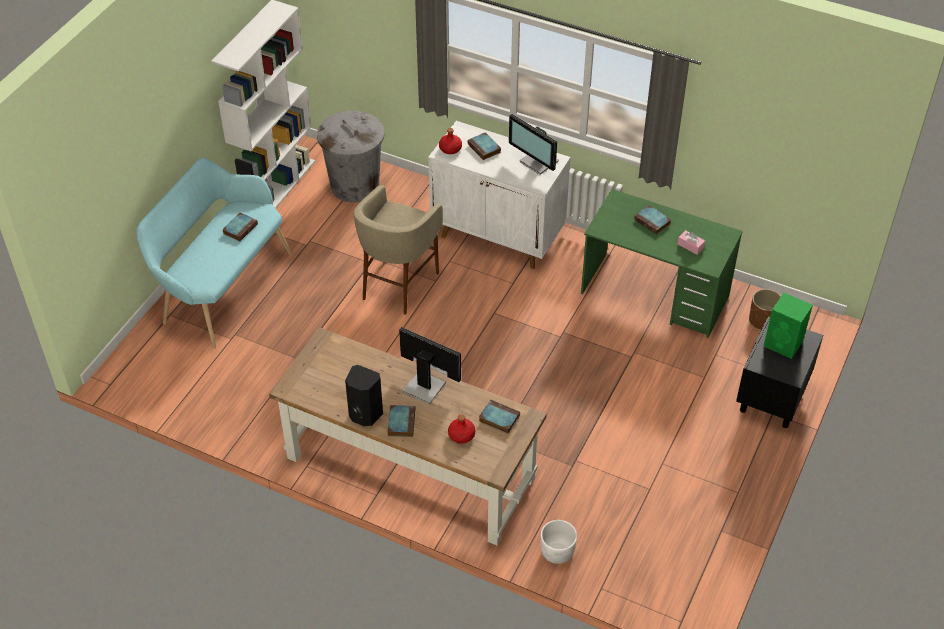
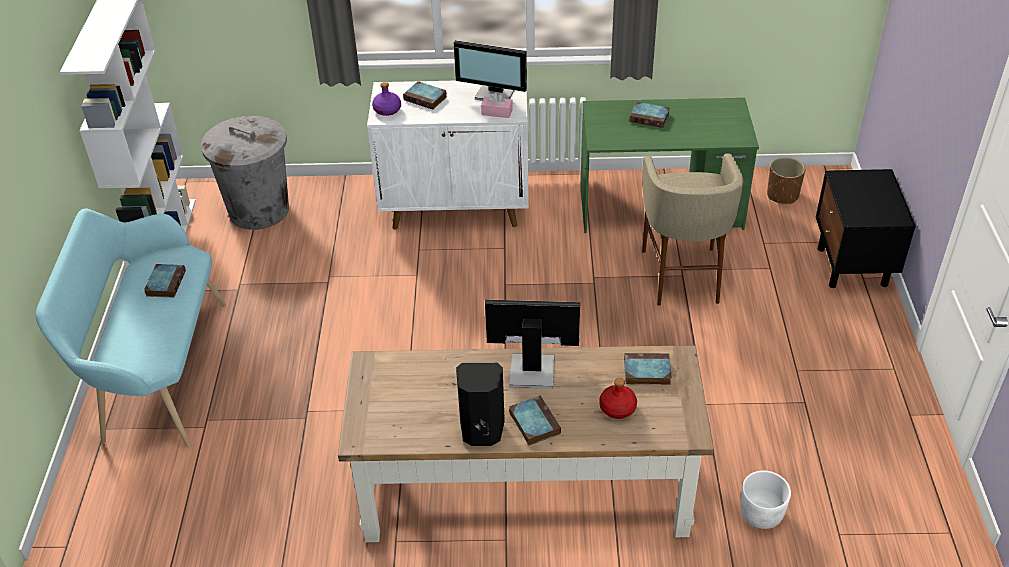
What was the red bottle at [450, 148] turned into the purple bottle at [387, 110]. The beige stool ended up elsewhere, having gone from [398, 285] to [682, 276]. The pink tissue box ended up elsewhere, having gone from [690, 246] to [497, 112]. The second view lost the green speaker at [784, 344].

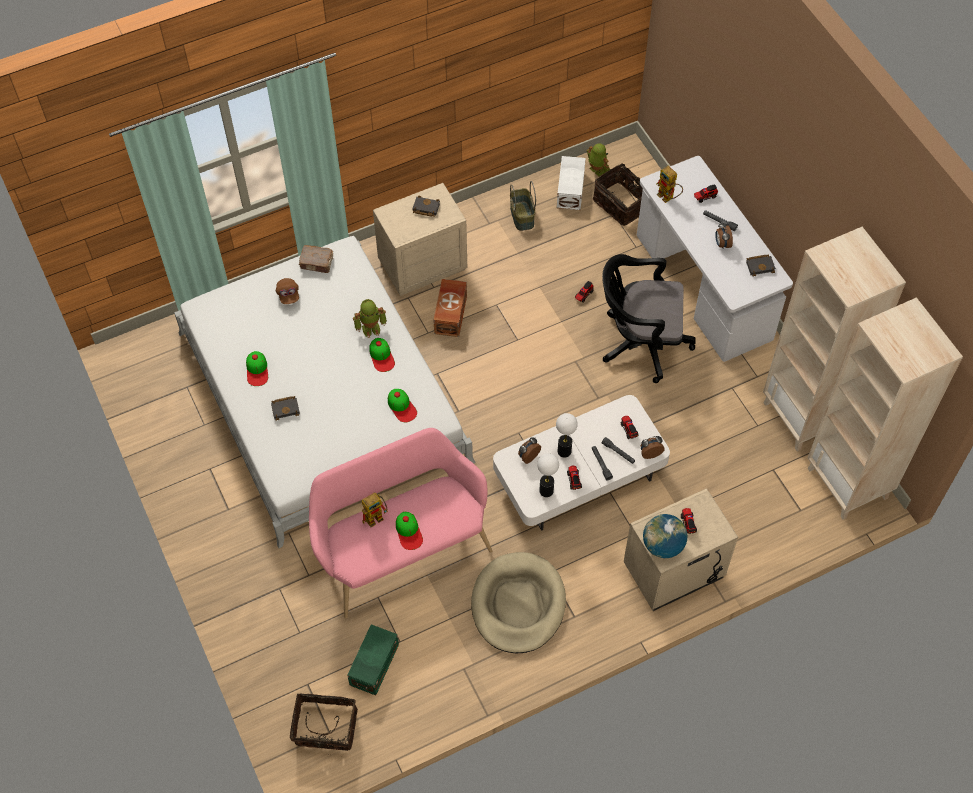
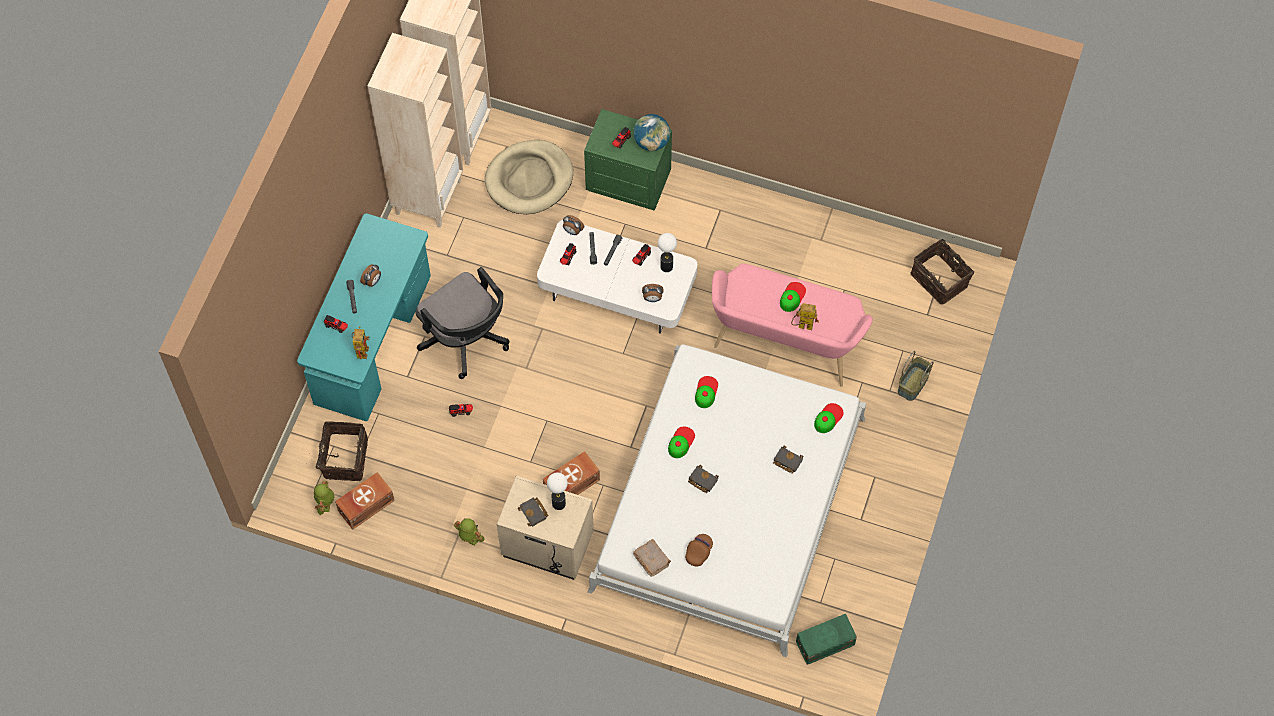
What was the white storage box at [571, 190] turned into the brown storage box at [365, 505]. What was the white desk at [703, 287] turned into the turquoise desk at [372, 339]. The basket ended up elsewhere, having gone from [521, 216] to [913, 384]. The black book ended up elsewhere, having gone from [760, 266] to [702, 480]. The toy robot ended up elsewhere, having gone from [371, 327] to [469, 538]. The cap ended up elsewhere, having gone from [257, 370] to [828, 418]. The table lamp ended up elsewhere, having gone from [564, 451] to [558, 503]. What was the beige nightstand at [674, 572] turned into the green nightstand at [629, 181]. The beige dog bed ended up elsewhere, having gone from [518, 604] to [529, 179]. The green storage box ended up elsewhere, having gone from [373, 665] to [826, 644].

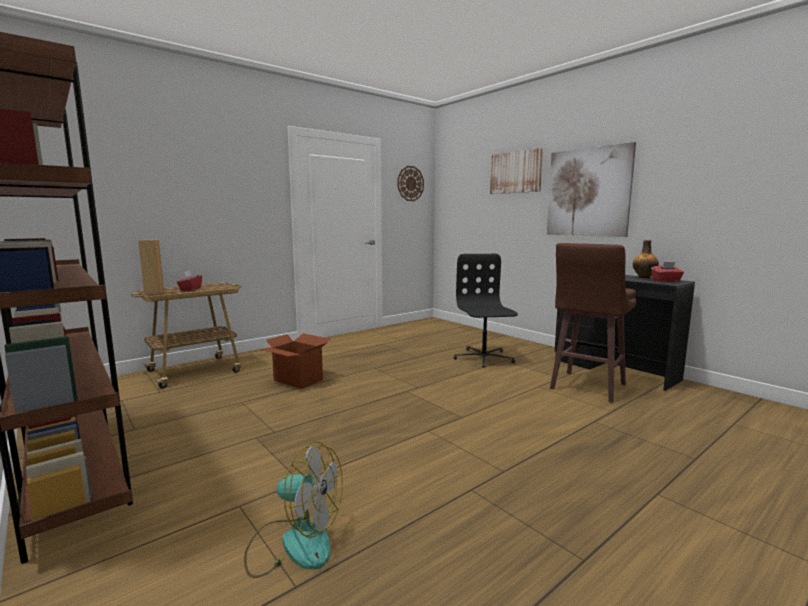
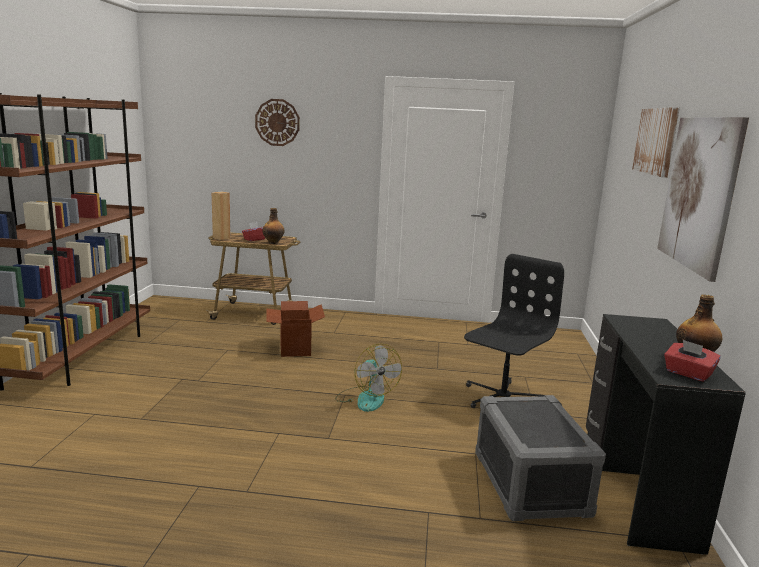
The wall clock ended up elsewhere, having gone from [410, 183] to [277, 122]. Where the brown stool stood at [586, 387], the grey storage box came to stand at [529, 483]. The fan ended up elsewhere, having gone from [294, 543] to [366, 398]. The second view gained the bottle at [273, 242].

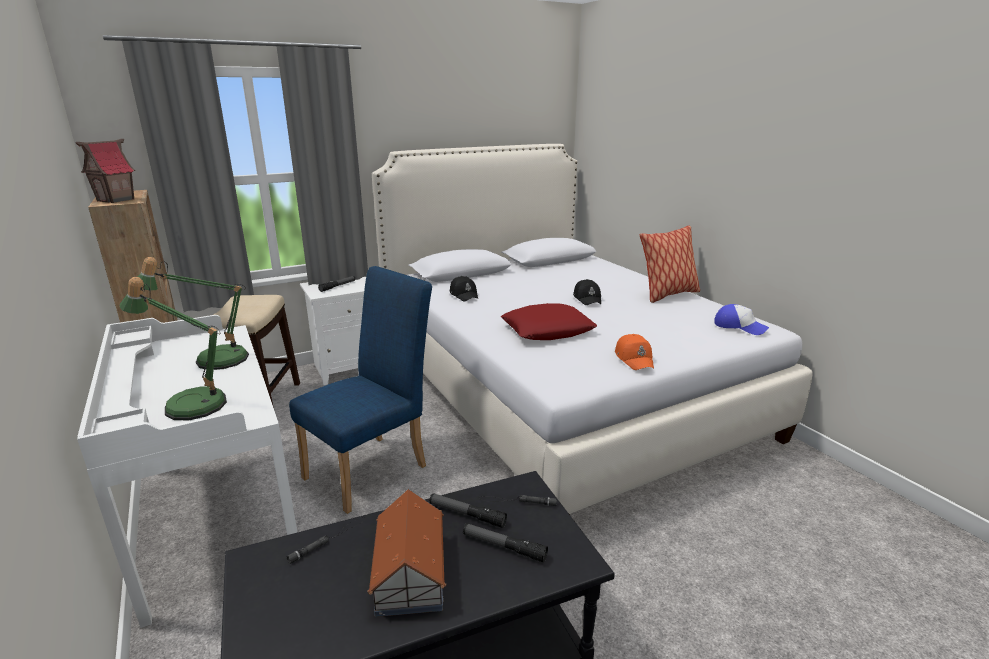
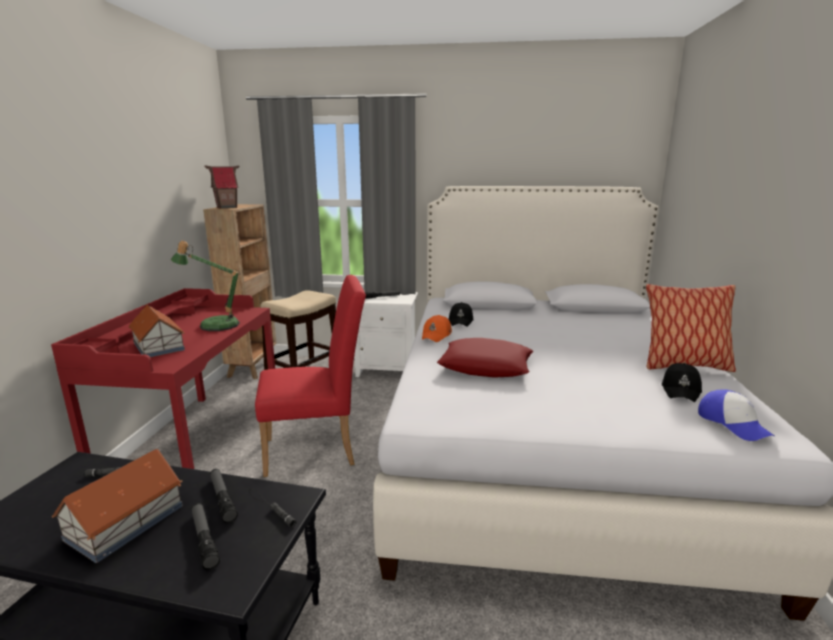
What was the blue chair at [373, 467] turned into the red chair at [318, 450]. Where the table lamp stood at [189, 403], the toy house came to stand at [158, 346]. The black cap ended up elsewhere, having gone from [587, 299] to [681, 390]. What was the white desk at [214, 514] turned into the red desk at [197, 441]. The orange cap ended up elsewhere, having gone from [634, 359] to [437, 335].

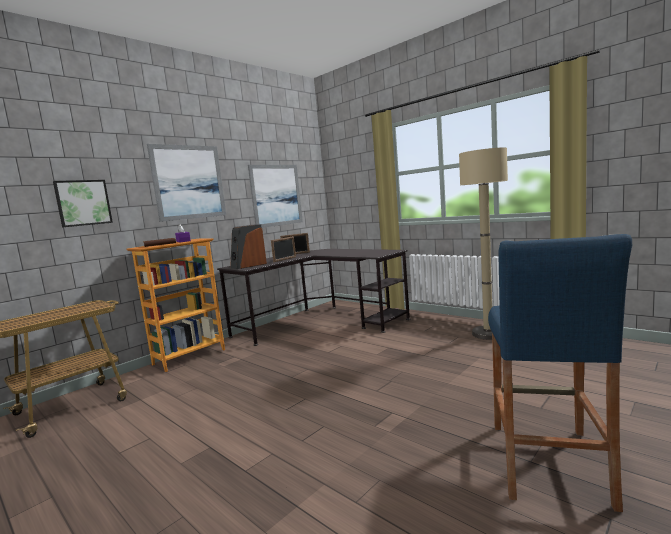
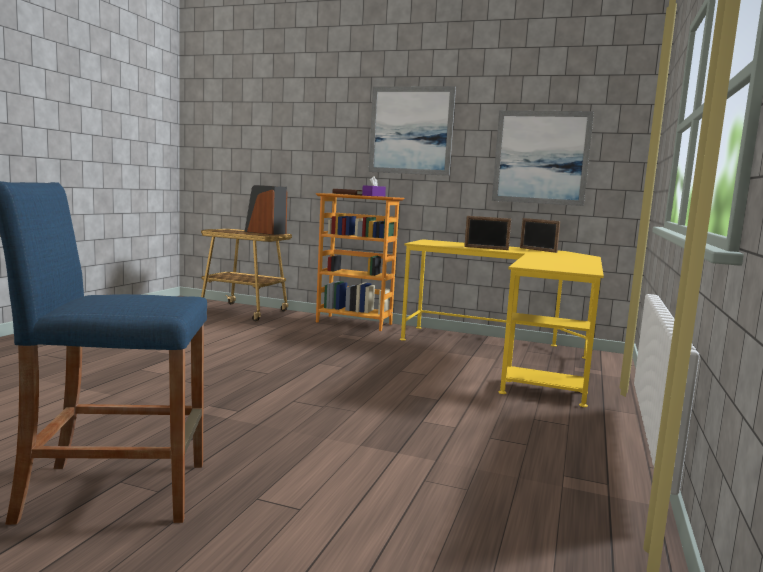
The second view lost the beige floor lamp at [488, 334]. The second view lost the picture at [83, 203]. The speaker ended up elsewhere, having gone from [248, 265] to [265, 232]. What was the black desk at [319, 322] turned into the yellow desk at [509, 356].

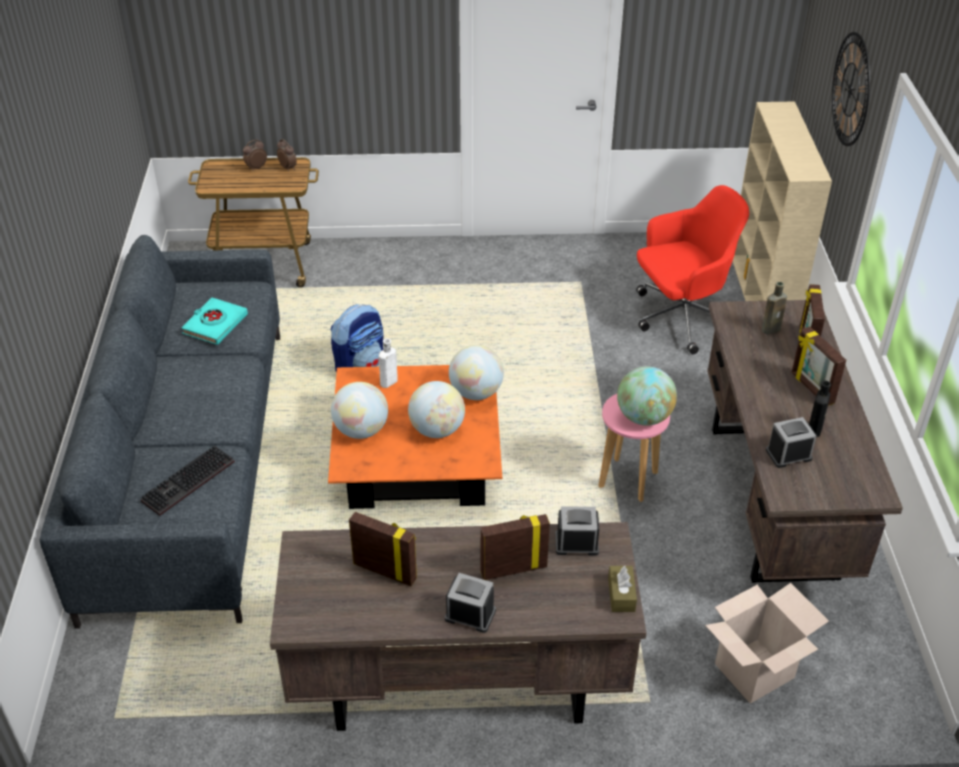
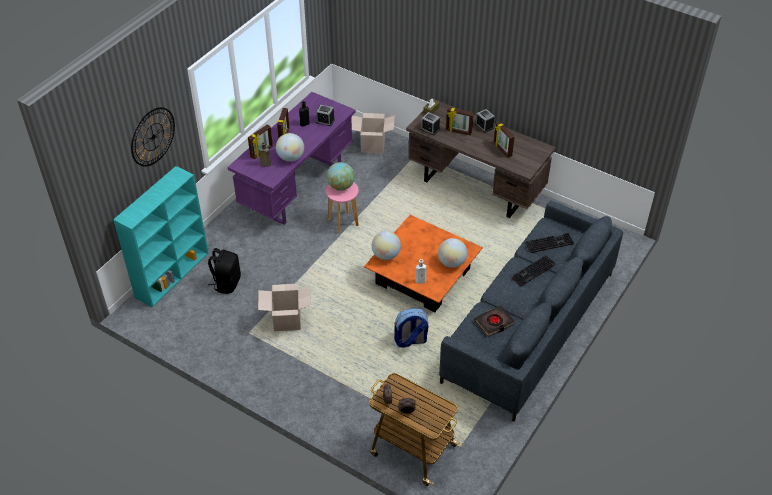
What was the beige bookcase at [762, 296] turned into the turquoise bookcase at [172, 274]. Where the red office chair stood at [681, 318], the black backpack came to stand at [227, 283]. What was the turquoise book at [215, 324] turned into the black book at [494, 323]. What was the brown desk at [774, 501] turned into the purple desk at [297, 187]. The globe ended up elsewhere, having gone from [437, 430] to [291, 158]. The second view gained the keyboard at [533, 272]. The second view gained the cardboard box at [287, 321].

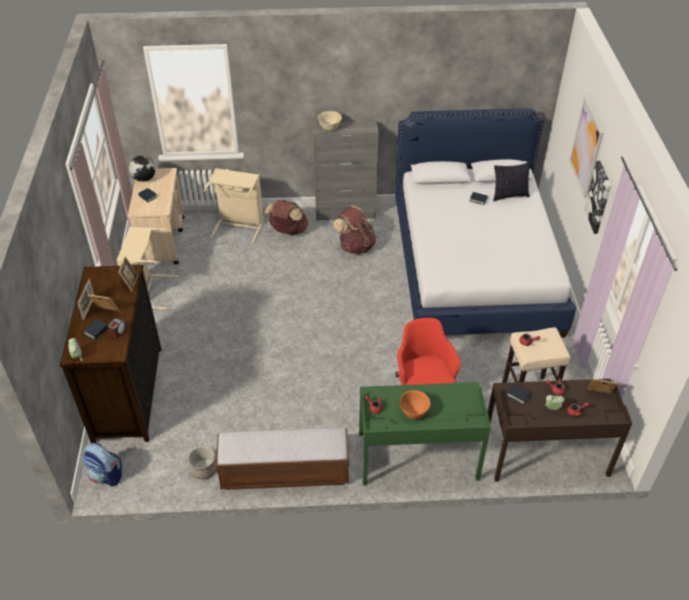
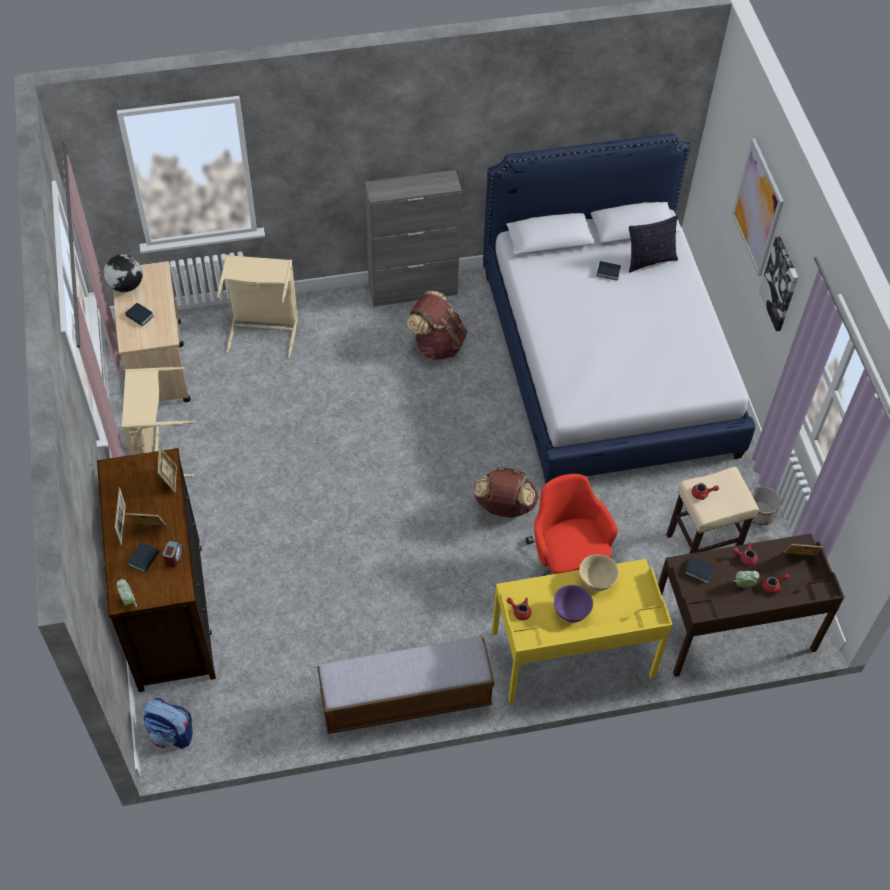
The beige bowl ended up elsewhere, having gone from [330, 128] to [596, 580]. The brown backpack ended up elsewhere, having gone from [288, 231] to [504, 507]. What was the green desk at [418, 456] turned into the yellow desk at [573, 655]. What was the orange bowl at [413, 412] turned into the purple bowl at [571, 611]. The planter ended up elsewhere, having gone from [204, 469] to [759, 513].

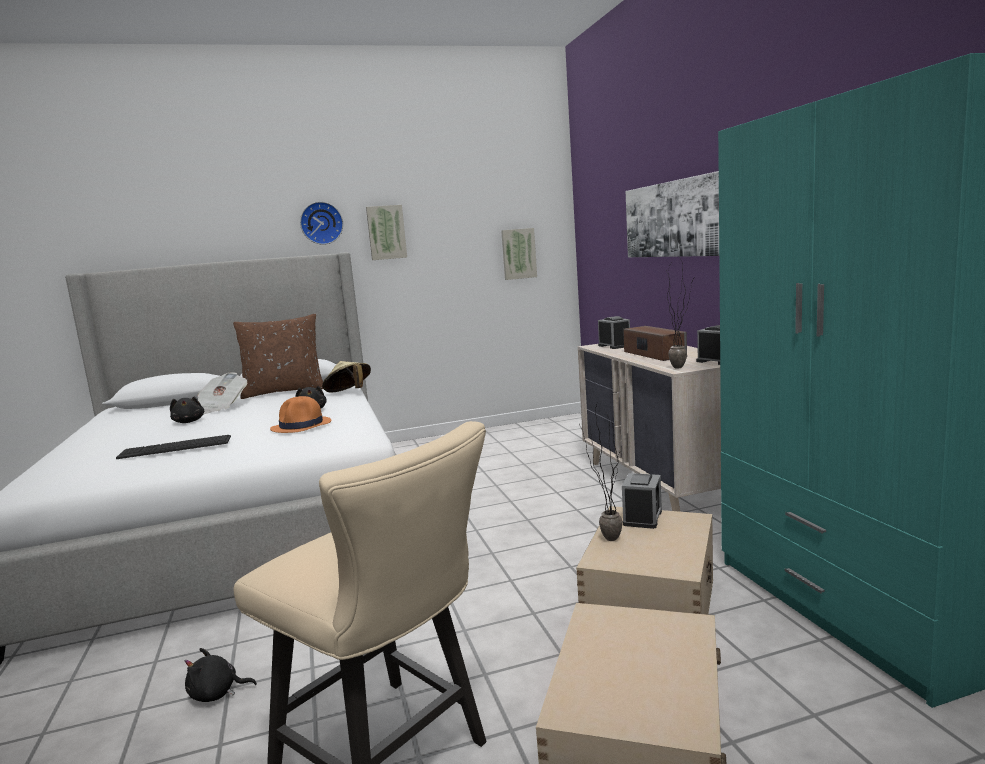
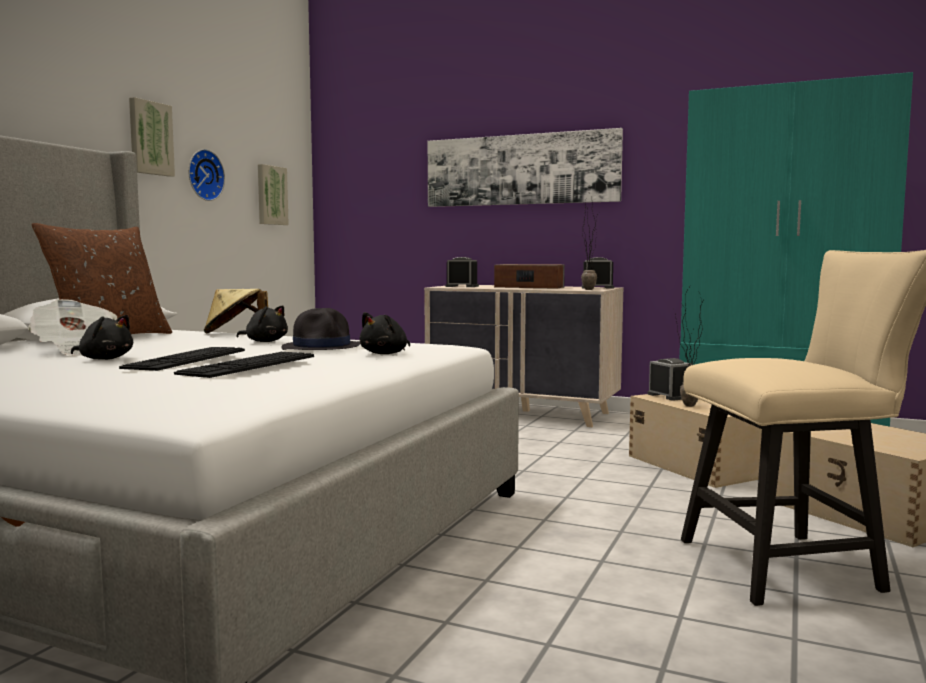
The wall clock ended up elsewhere, having gone from [321, 223] to [203, 175]. What was the orange hat at [302, 426] turned into the black hat at [322, 347]. The black plush toy ended up elsewhere, having gone from [217, 693] to [386, 354]. The second view gained the keyboard at [187, 359].

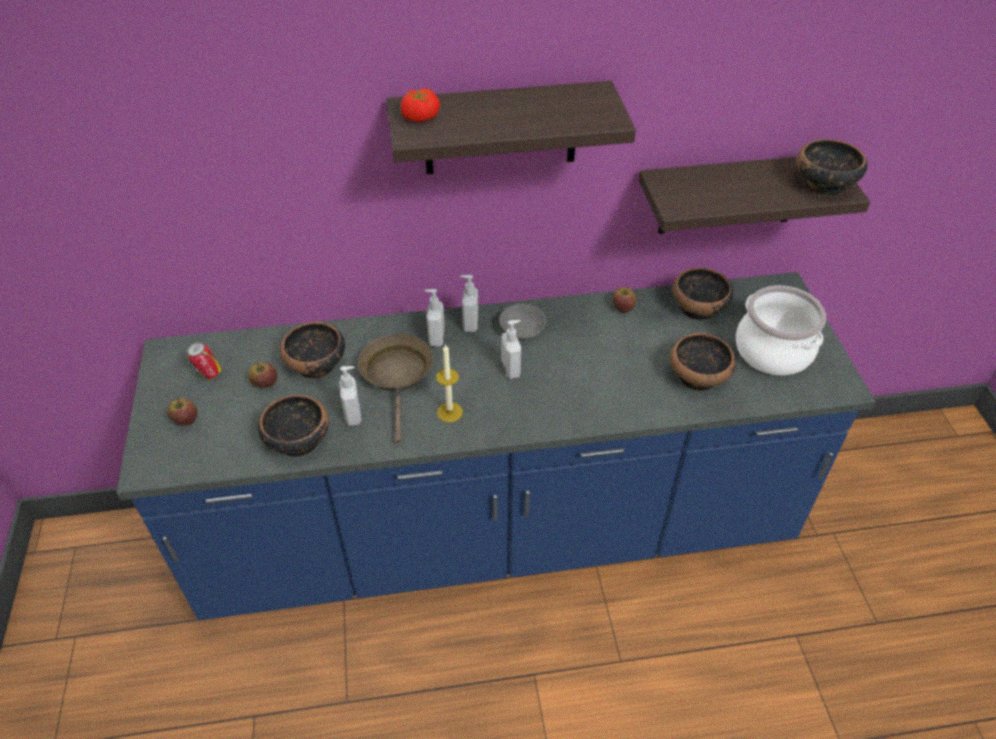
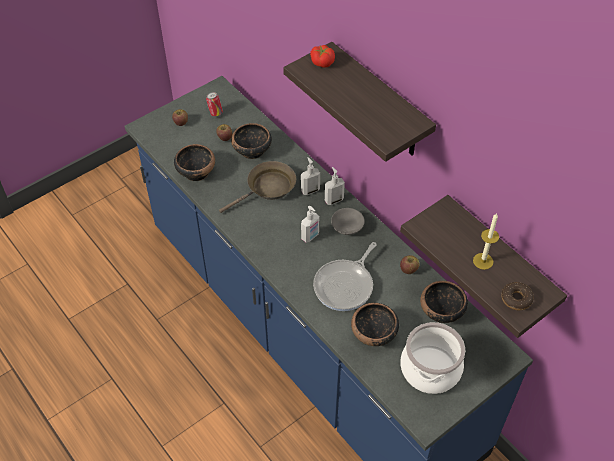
Where the bowl stood at [823, 185], the donut came to stand at [516, 299]. The candle ended up elsewhere, having gone from [449, 412] to [483, 261]. The second view lost the soap dispenser at [354, 415]. The second view gained the frying pan at [345, 285].

